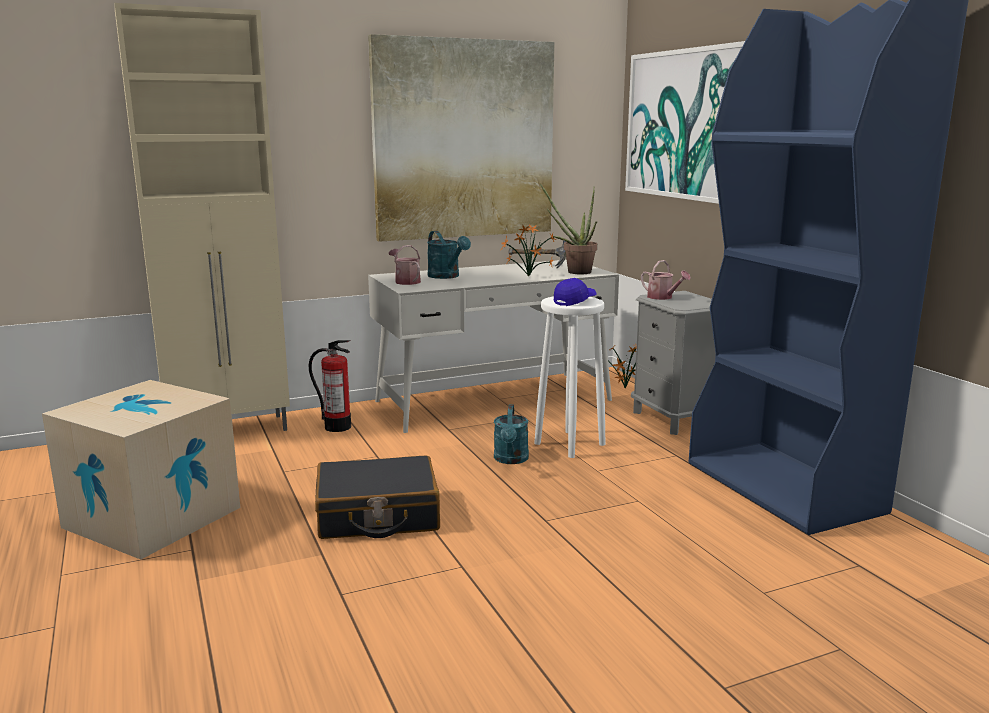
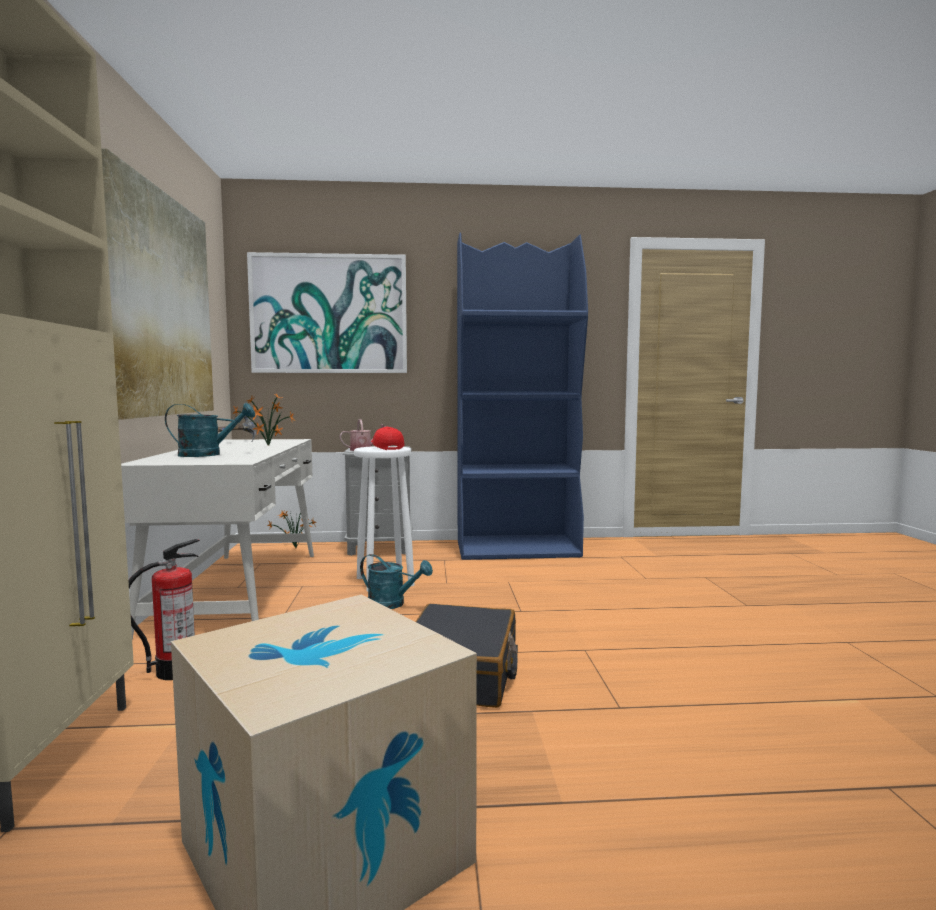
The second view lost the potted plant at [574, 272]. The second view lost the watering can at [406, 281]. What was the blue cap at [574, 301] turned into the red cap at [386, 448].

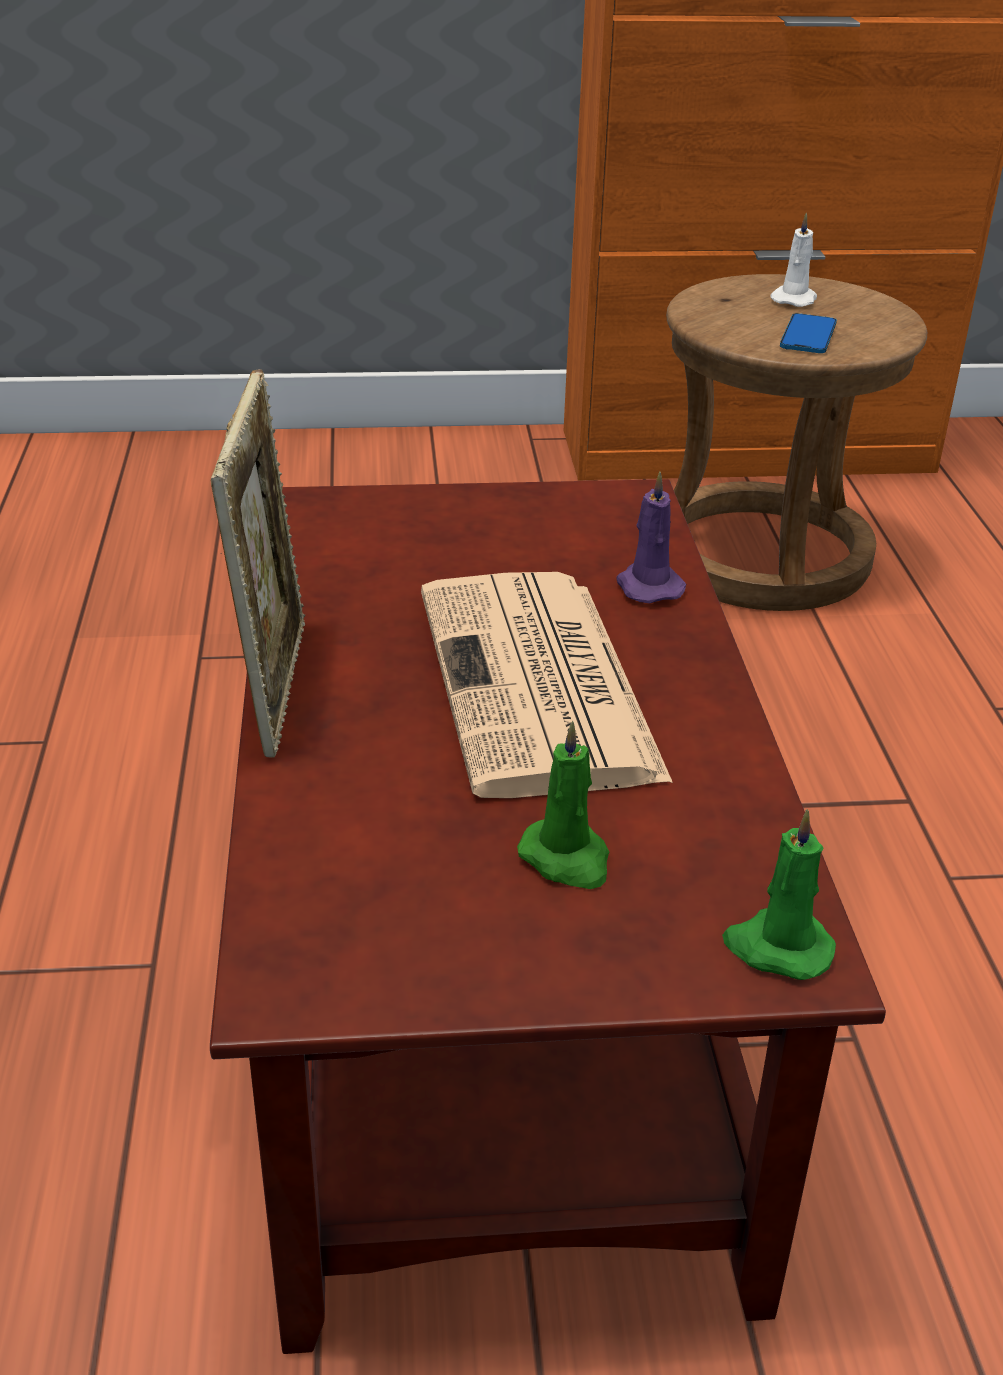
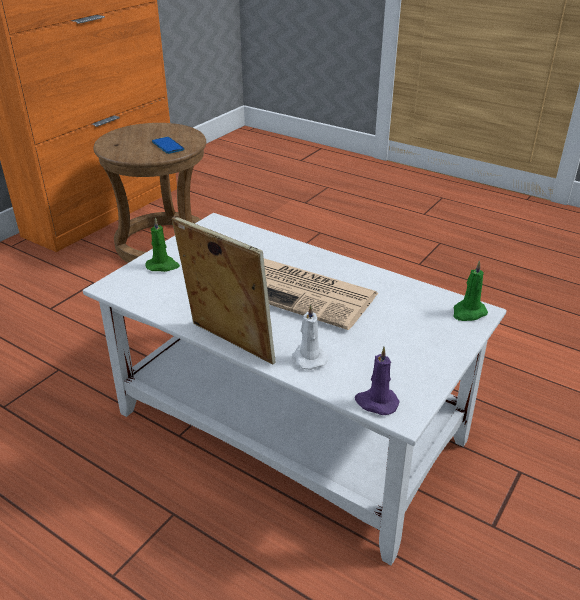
The white candle ended up elsewhere, having gone from [794, 299] to [308, 358]. The purple candle ended up elsewhere, having gone from [647, 586] to [376, 402]. What was the brown coffee table at [490, 987] turned into the white coffee table at [286, 426]. The green candle ended up elsewhere, having gone from [567, 859] to [163, 266].

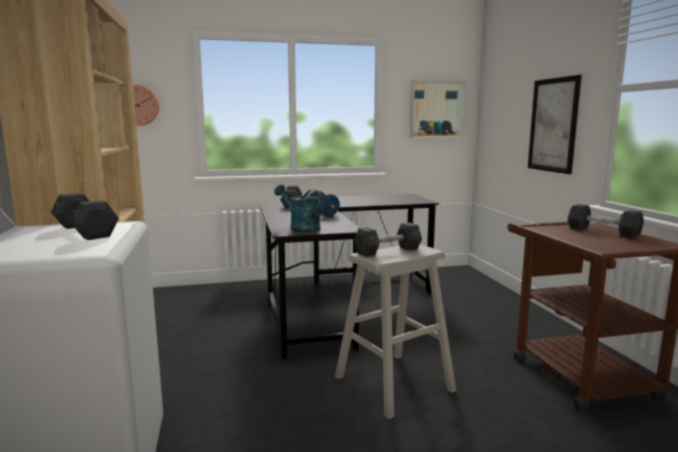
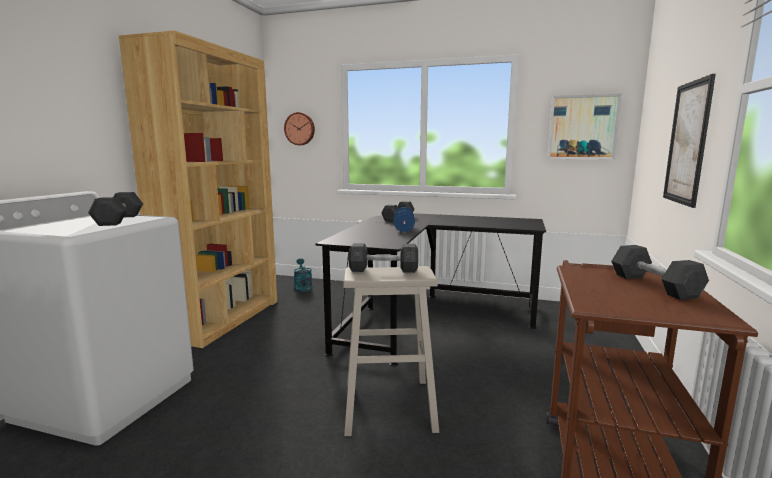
The turquoise watering can ended up elsewhere, having gone from [300, 228] to [302, 287].

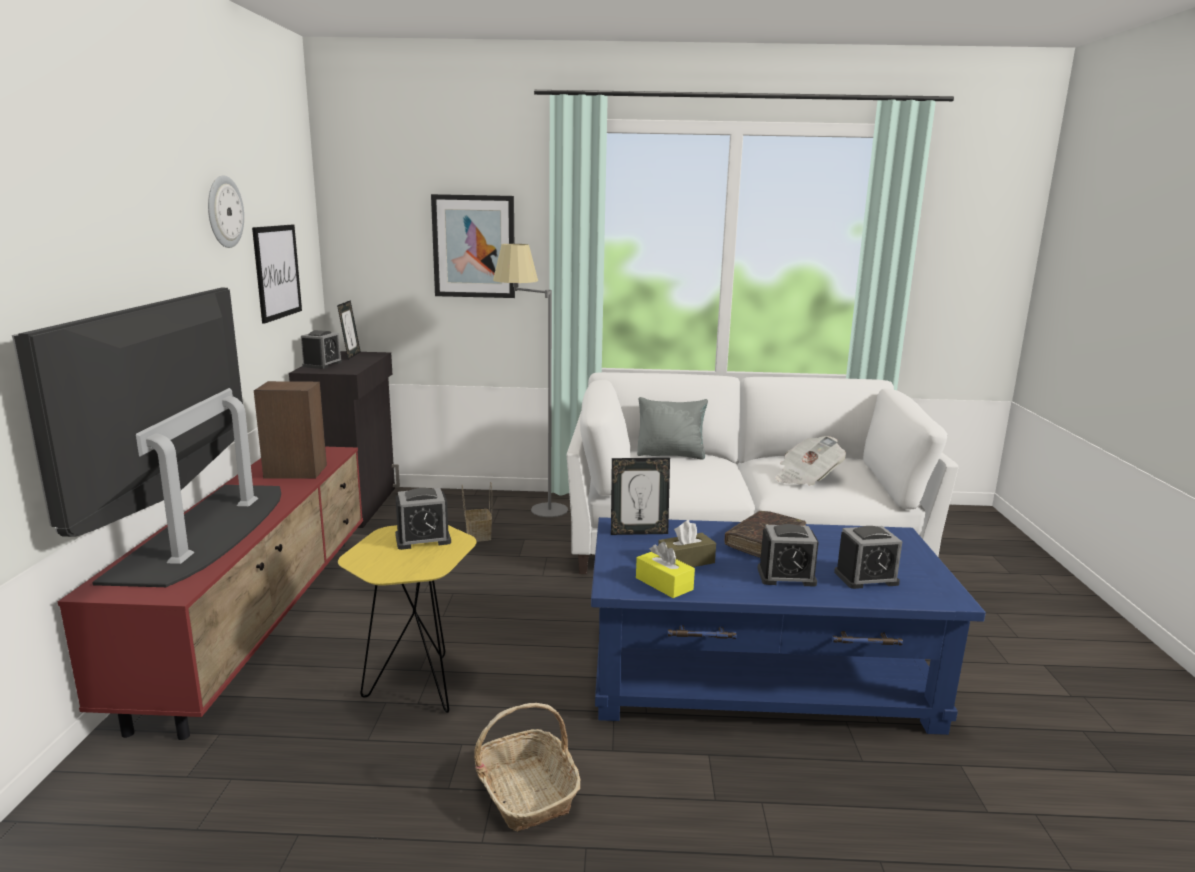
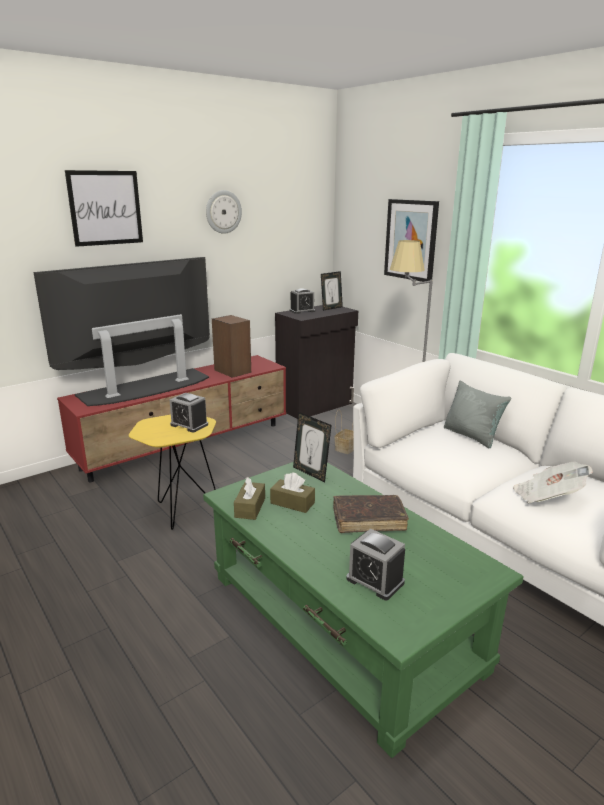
The picture ended up elsewhere, having gone from [277, 272] to [105, 208]. What was the blue coffee table at [759, 676] turned into the green coffee table at [342, 621]. The second view lost the alarm clock at [786, 576]. What was the yellow tissue box at [664, 584] turned into the brown tissue box at [250, 507]. The second view lost the basket at [525, 791].

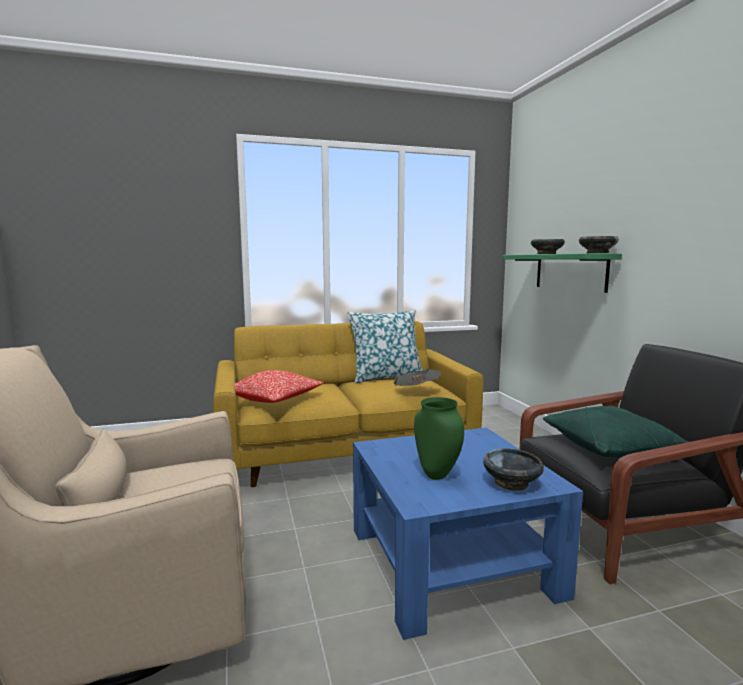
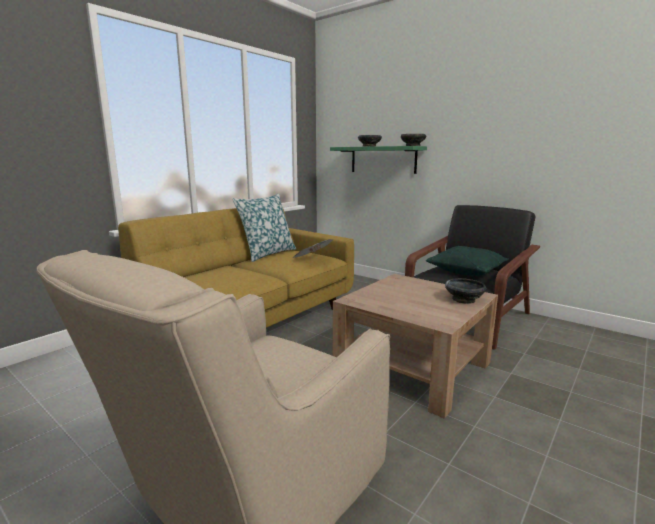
The second view lost the pillow at [274, 399]. The second view lost the green vase at [436, 475]. What was the blue coffee table at [451, 561] turned into the brown coffee table at [413, 367].

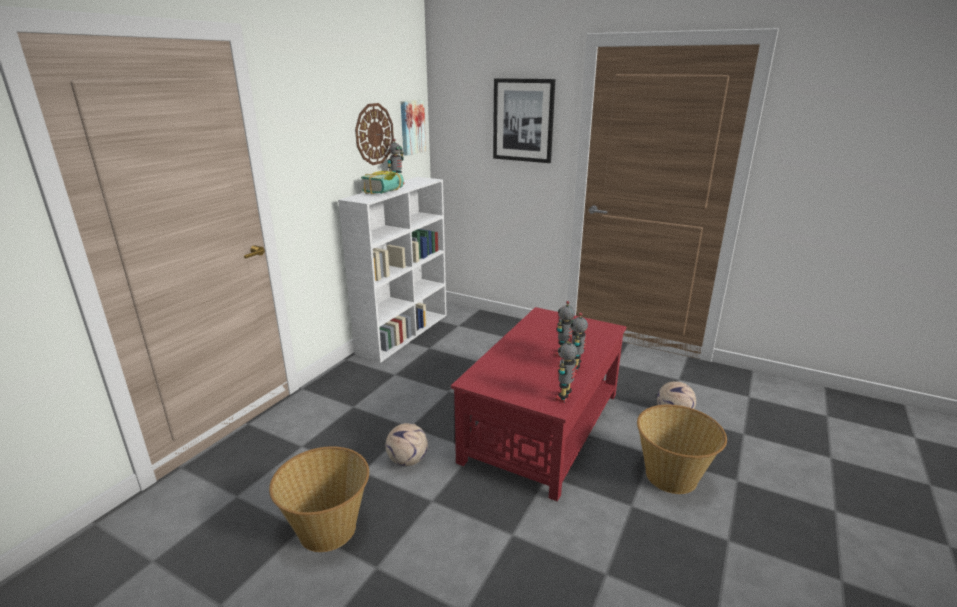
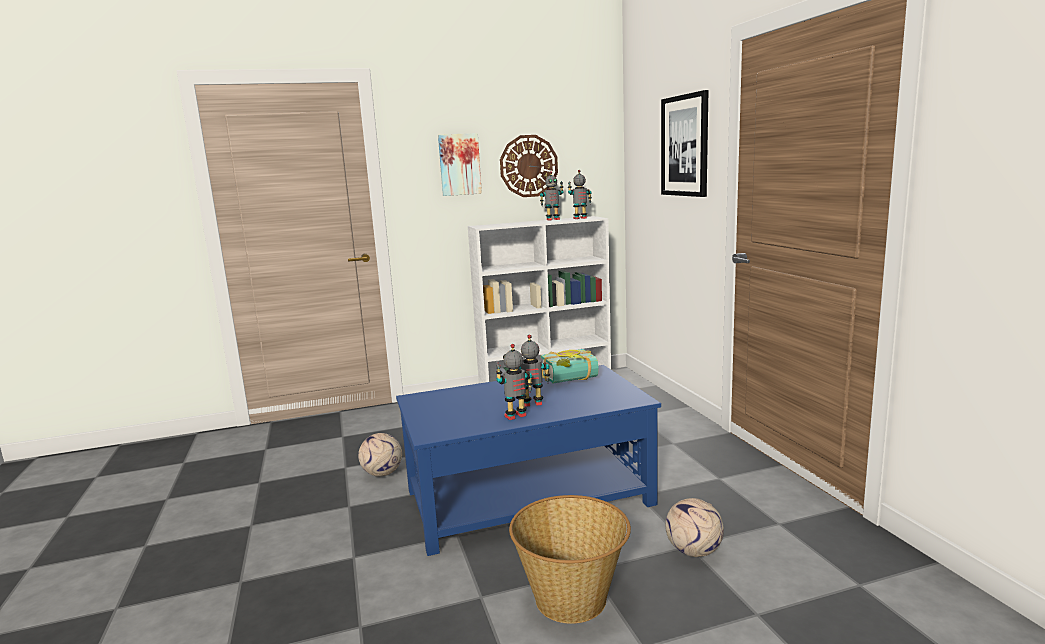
The picture ended up elsewhere, having gone from [411, 127] to [459, 164]. The book ended up elsewhere, having gone from [386, 192] to [571, 380]. What was the red coffee table at [542, 426] turned into the blue coffee table at [526, 497]. The toy robot ended up elsewhere, having gone from [564, 397] to [580, 218]. The second view lost the basket at [328, 528].

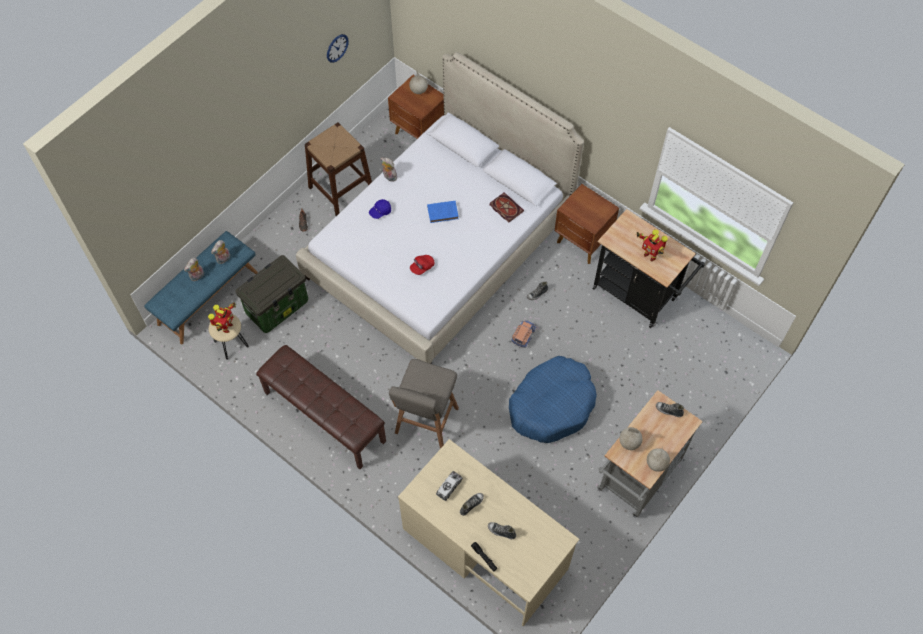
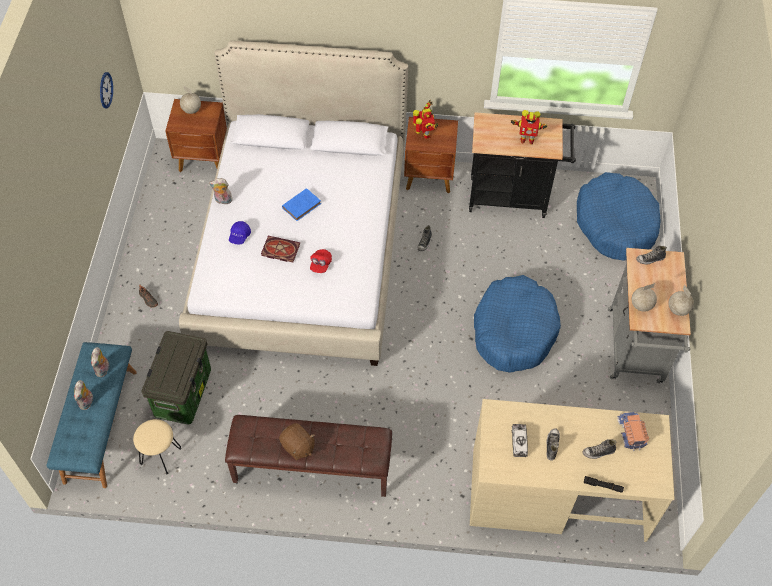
The second view lost the brown stool at [341, 189]. The book ended up elsewhere, having gone from [505, 208] to [279, 250]. The toy robot ended up elsewhere, having gone from [226, 327] to [425, 134]. The toy truck ended up elsewhere, having gone from [523, 335] to [630, 432]. The second view lost the grey stool at [425, 422]. The second view gained the blue dog bed at [615, 224]. The second view gained the brown plush toy at [297, 447].

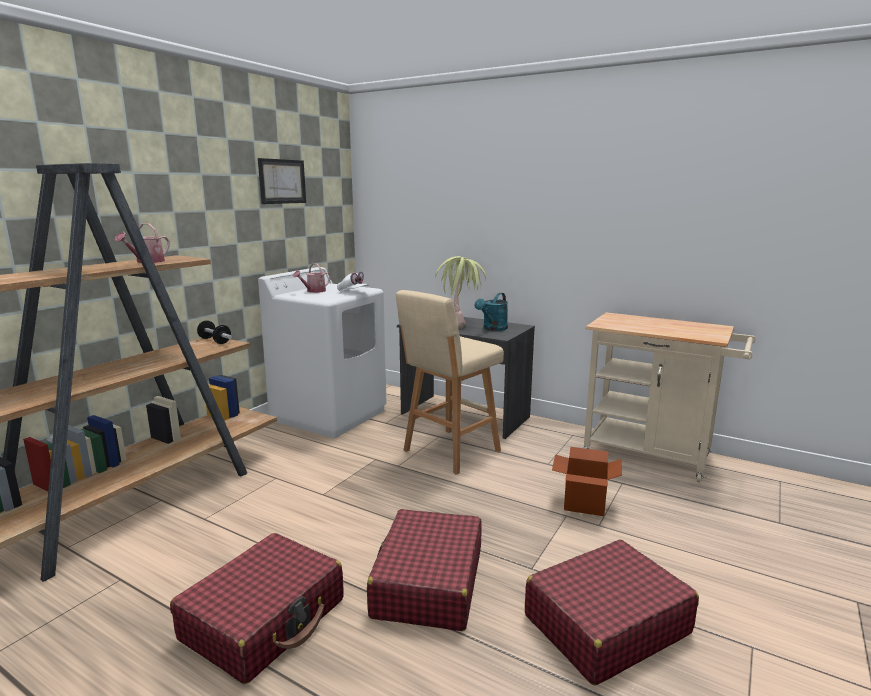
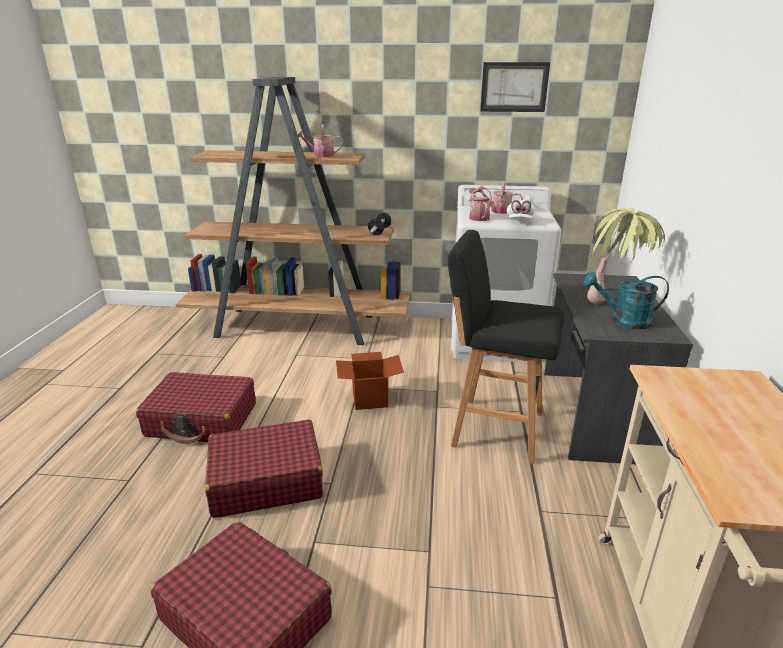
What was the beige stool at [449, 452] turned into the black stool at [494, 428]. The cardboard box ended up elsewhere, having gone from [584, 503] to [370, 399]. The second view gained the watering can at [478, 217].

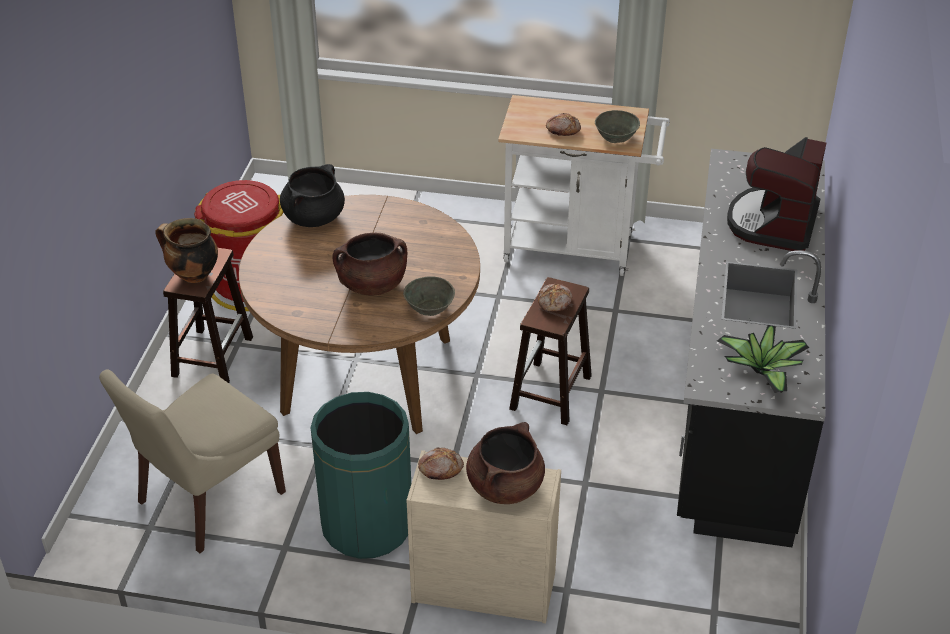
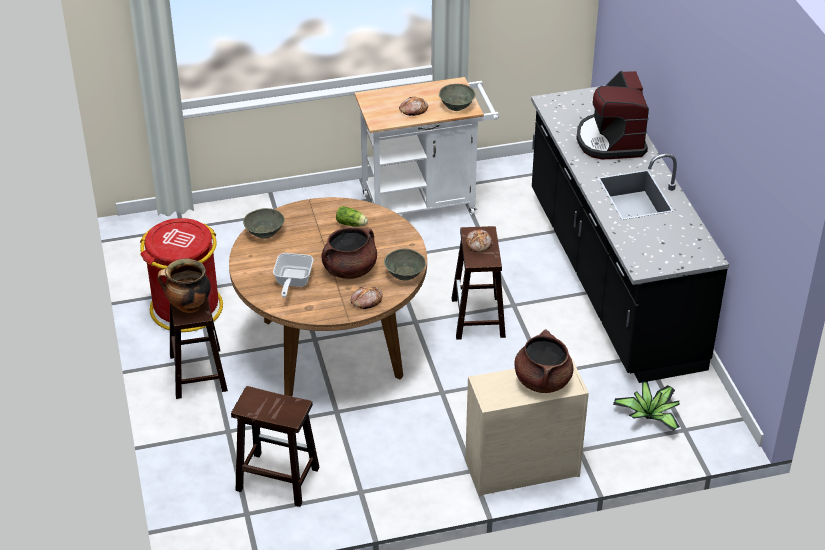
Where the black cooking pot stood at [314, 217], the grey bowl came to stand at [264, 232]. The potted plant ended up elsewhere, having gone from [763, 370] to [650, 415]. Where the beige chair stood at [207, 500], the brown stool came to stand at [276, 479]. The second view lost the green trash can at [367, 525]. The bread ended up elsewhere, having gone from [440, 468] to [366, 301]. The second view gained the lettuce at [352, 224]. The second view gained the frying pan at [292, 282].

